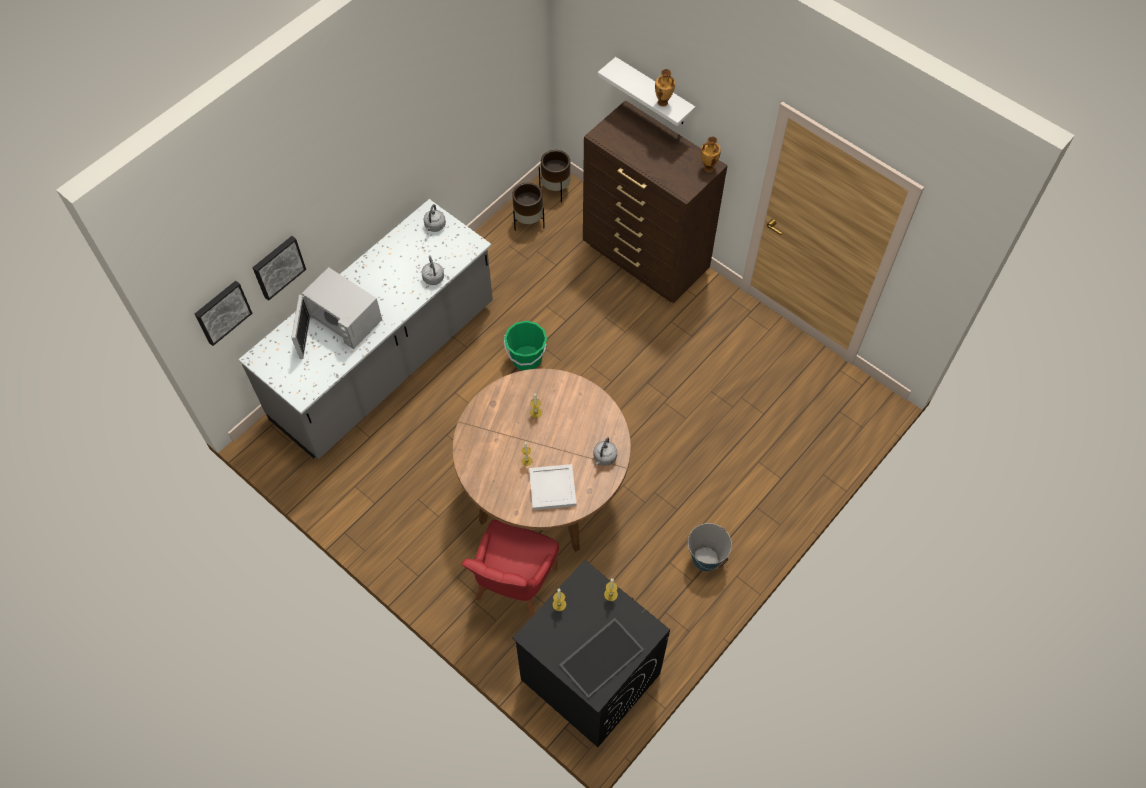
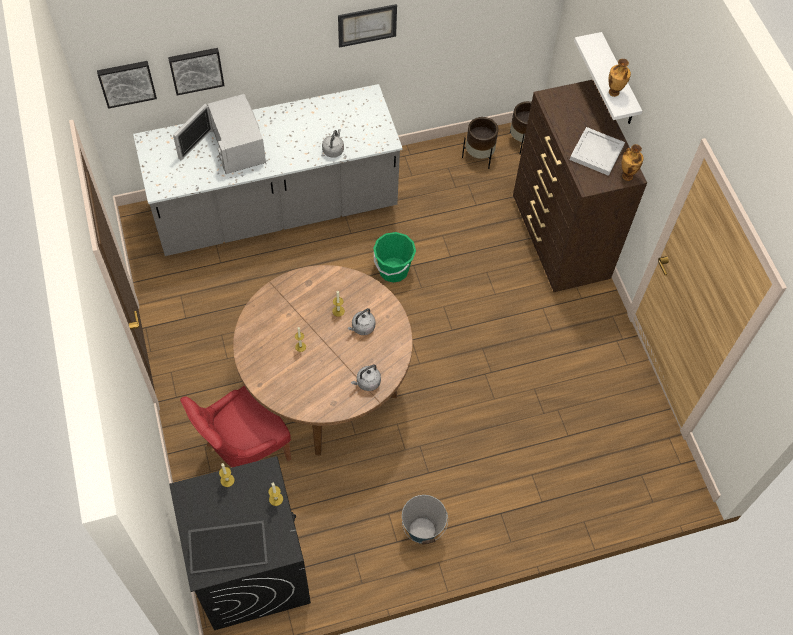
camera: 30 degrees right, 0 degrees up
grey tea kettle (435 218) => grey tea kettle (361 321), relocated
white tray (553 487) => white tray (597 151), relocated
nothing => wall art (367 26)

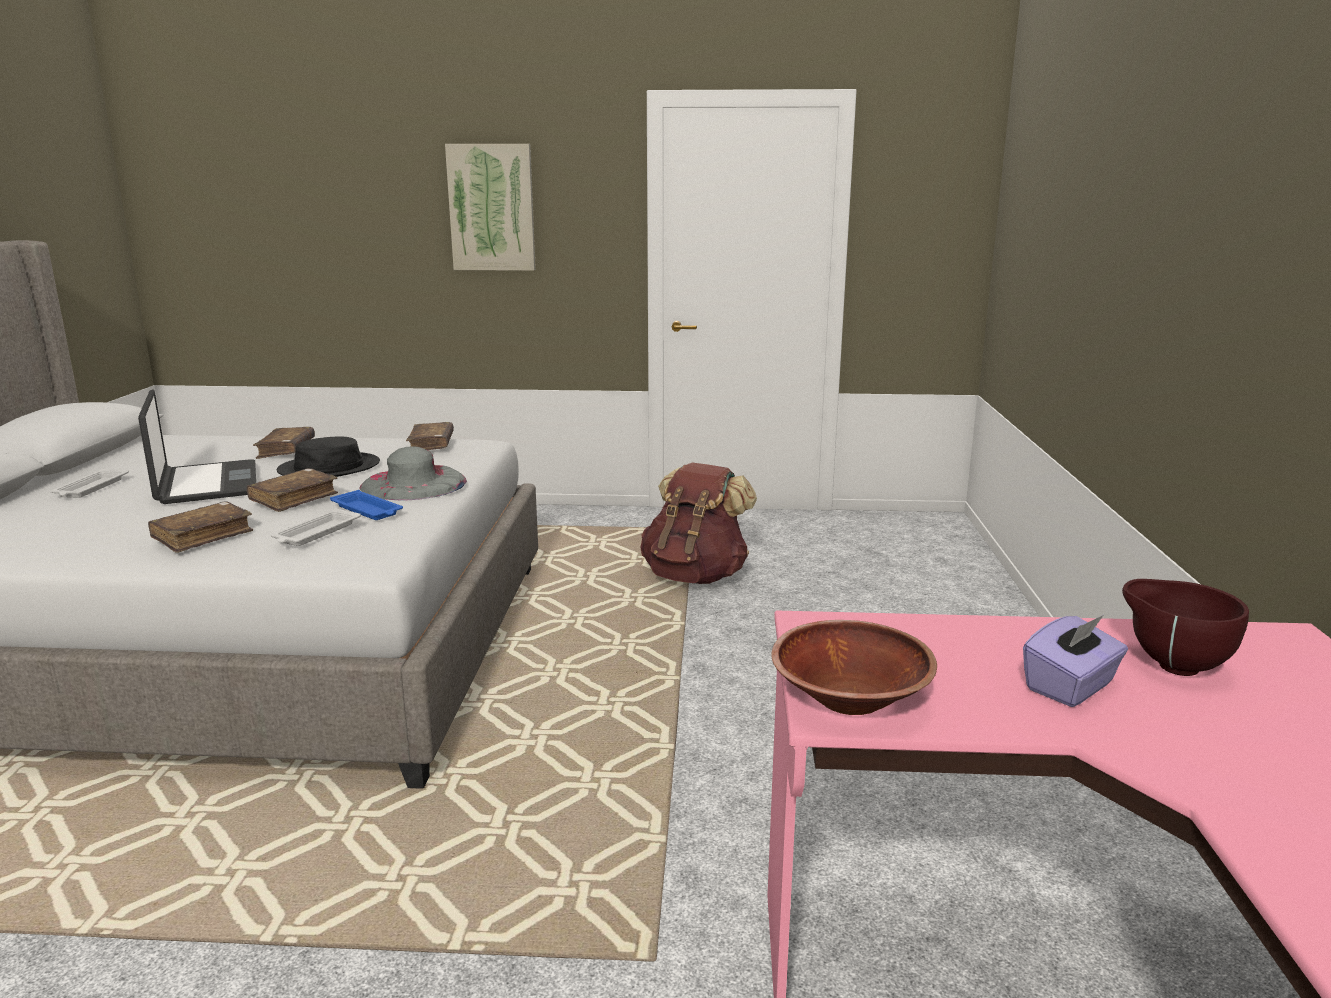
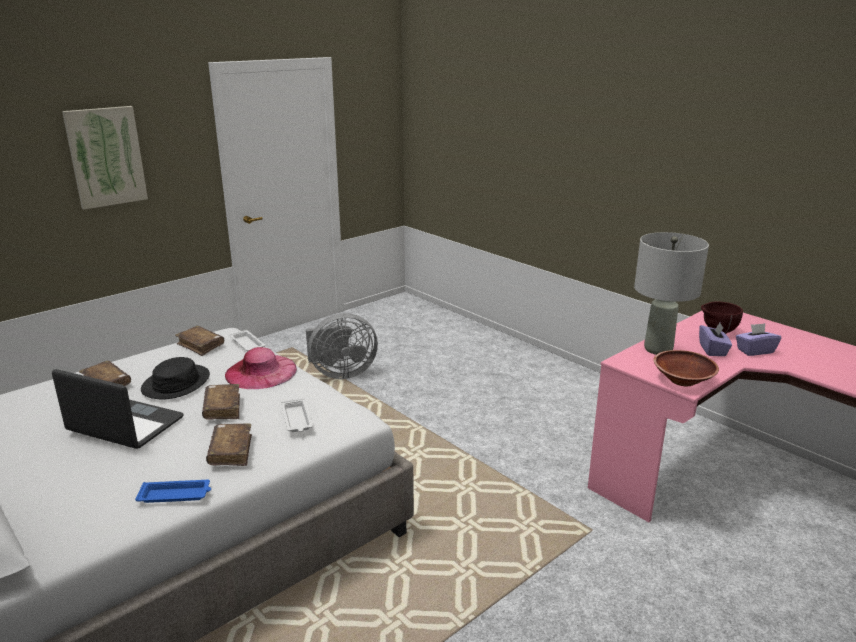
camera: 45 degrees left, 5 degrees up
white tray (89 483) => white tray (247 340), relocated
blue-coloured tray (366 505) => blue-coloured tray (173 491), relocated
grey wearable hat (413 473) => pinkish wearable hat (261 368)
brown-coloured backpack (698 523) => grey electric fan (342 346)
nothing => grey lamp for a table (671 293)
nothing => purple tissue box (758 339)

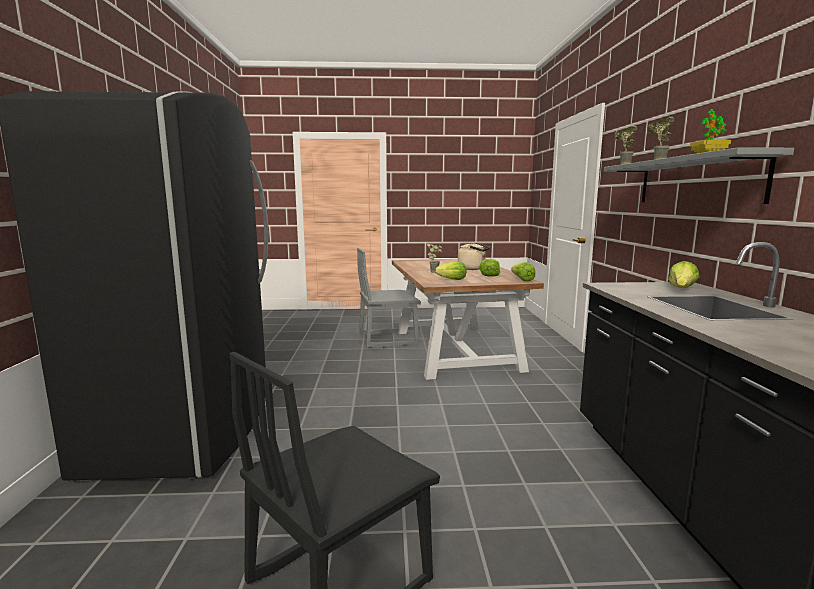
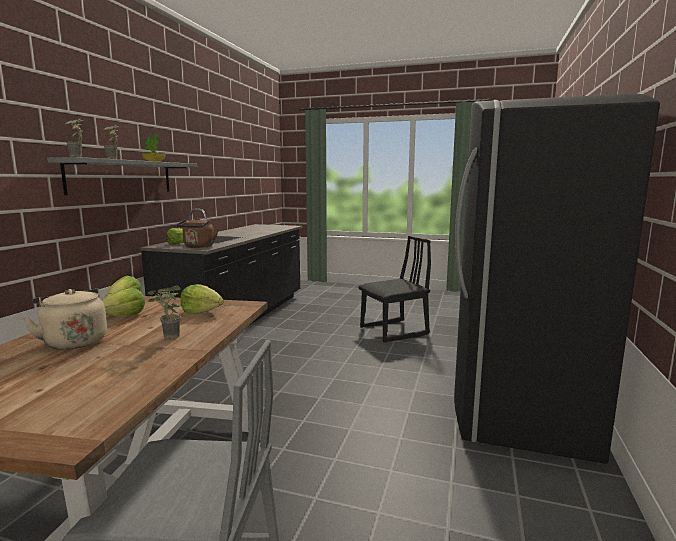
camera: 160 degrees left, 0 degrees up
nothing => brown-coloured tea kettle (197 233)

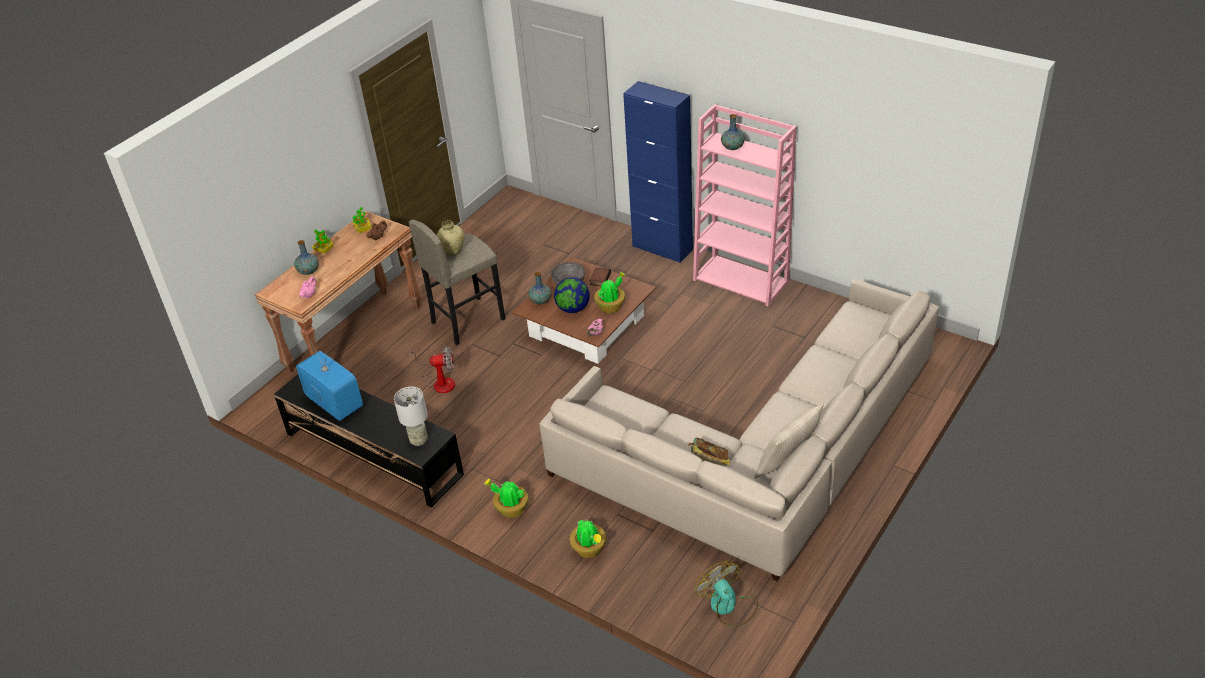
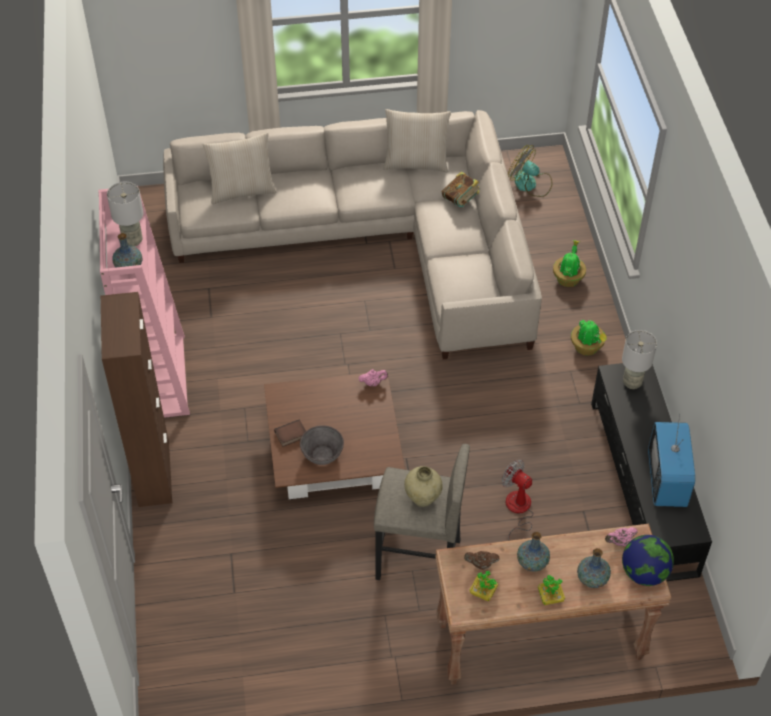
camera: 135 degrees left, 10 degrees up
vase (540 288) => vase (533 552), relocated
world globe (572 295) => world globe (648 560), relocated
houseplant (610 292) => nothing
blue-coloured cupboard (658 172) => brown-coloured cupboard (136 399)
electric fan (726 594) => electric fan (530 171), 105 degrees clockwise
nothing => grey lamp for a table (125 214)
nothing => beige-coloured pillow (239 168)

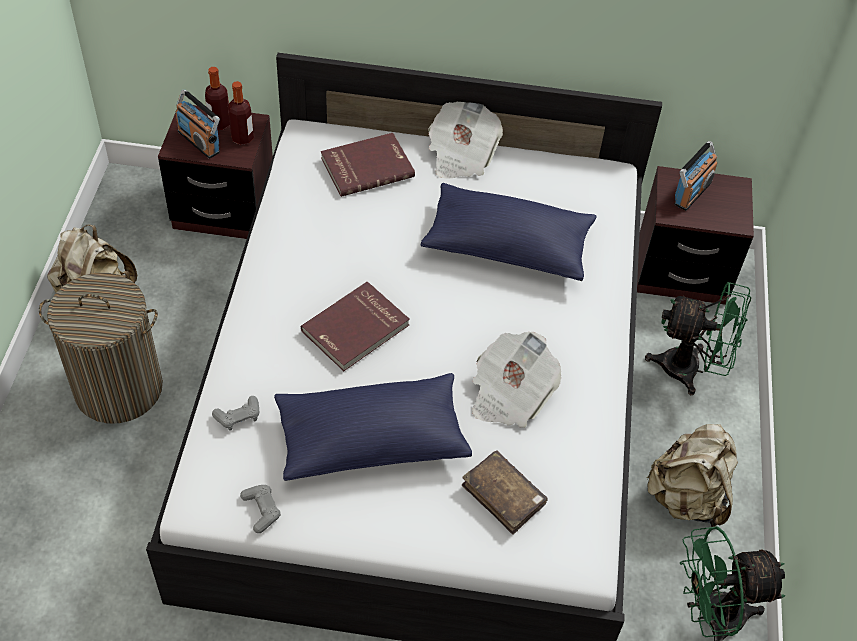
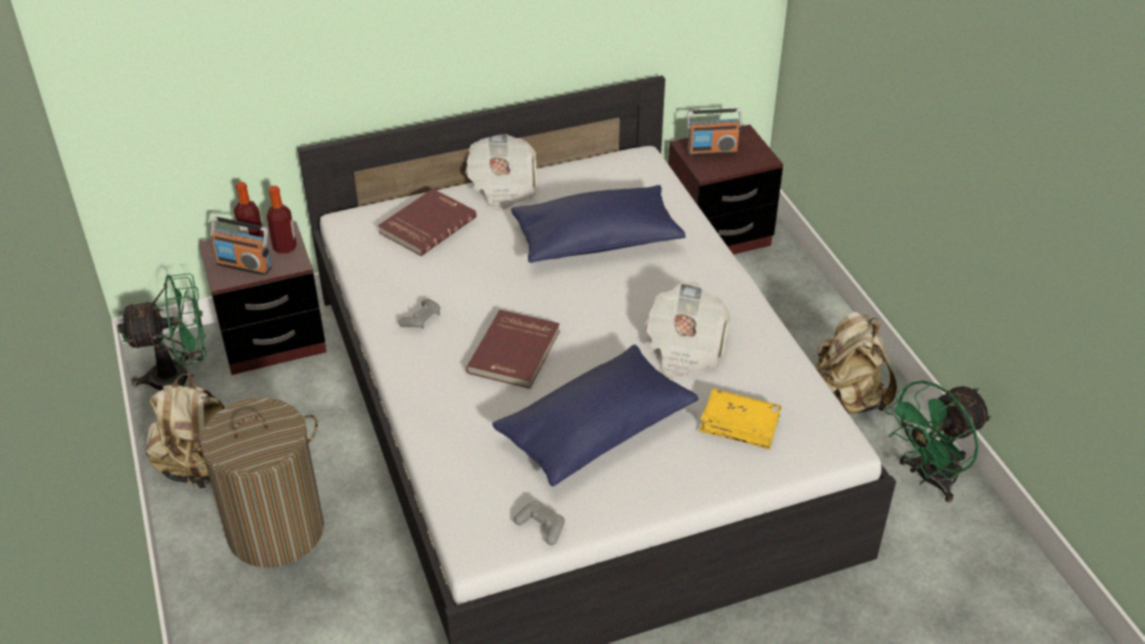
camera: 25 degrees left, 10 degrees down
grey game controller (235 413) => grey game controller (419 314), relocated
brown-coloured bound book (505 492) => yellowish bound book (740 418)
green-coloured electric fan (698 338) => green-coloured electric fan (162 331), relocated
radio set (695 176) => radio set (714 132), 75 degrees clockwise

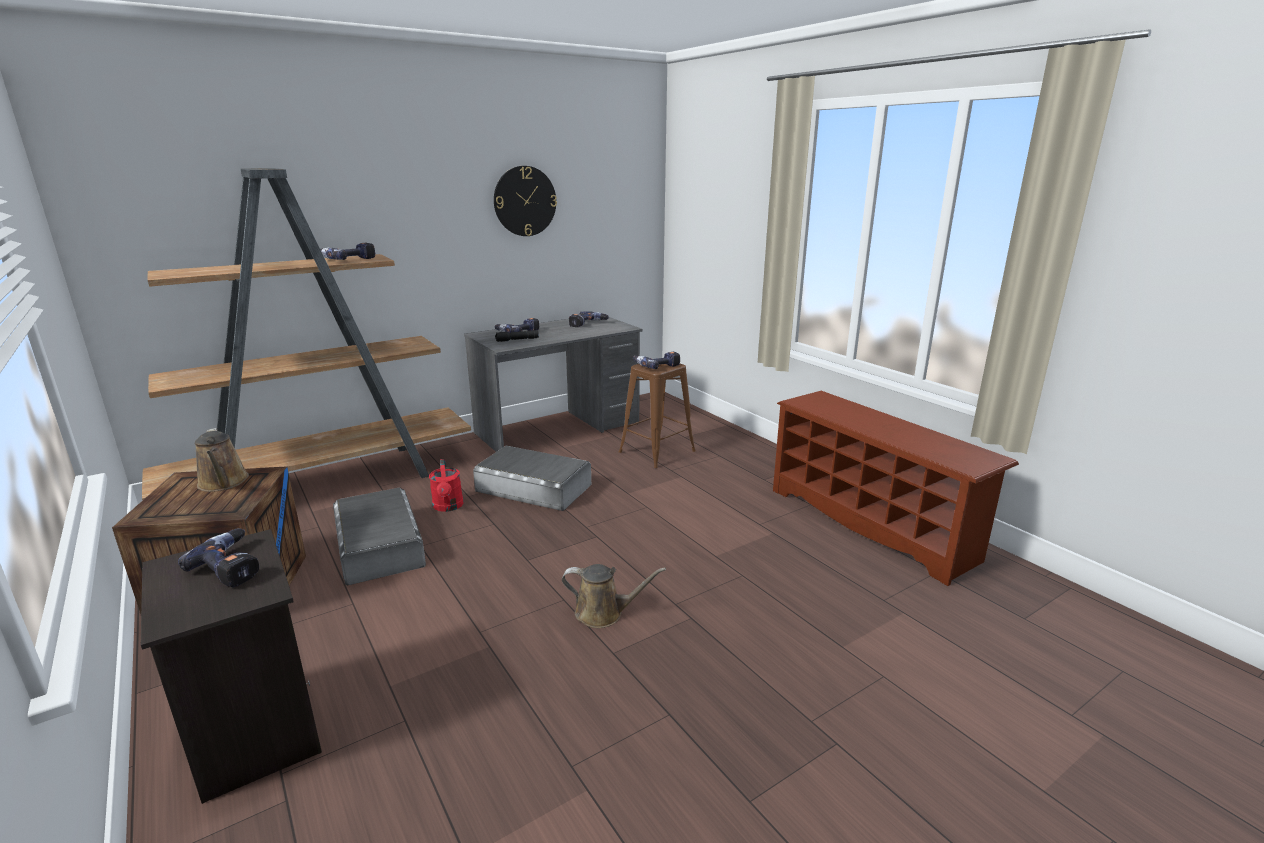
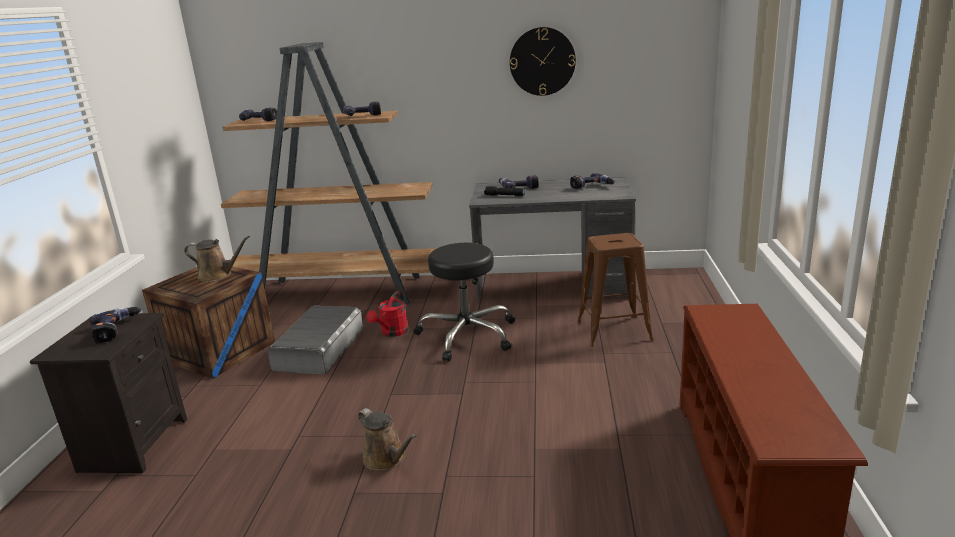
camera: 40 degrees right, 0 degrees up
brown-coloured sprinkling can (222 460) => brown-coloured sprinkling can (217 259), 90 degrees counterclockwise
grey storage bin (532 478) => blackish stool seat (464 302)
drill (656 360) => drill (258 114), relocated

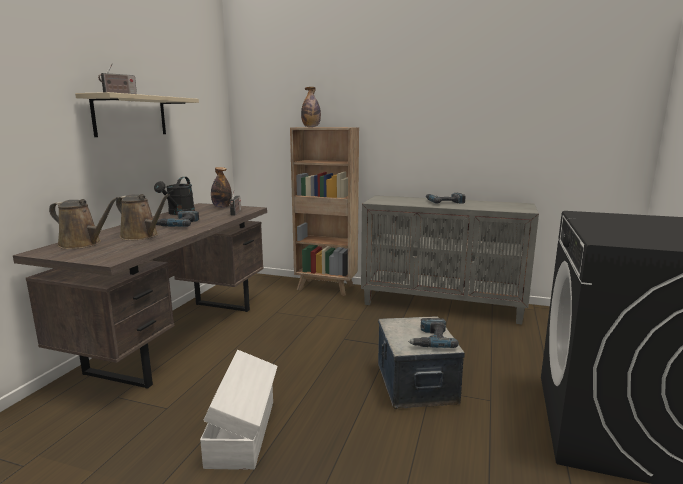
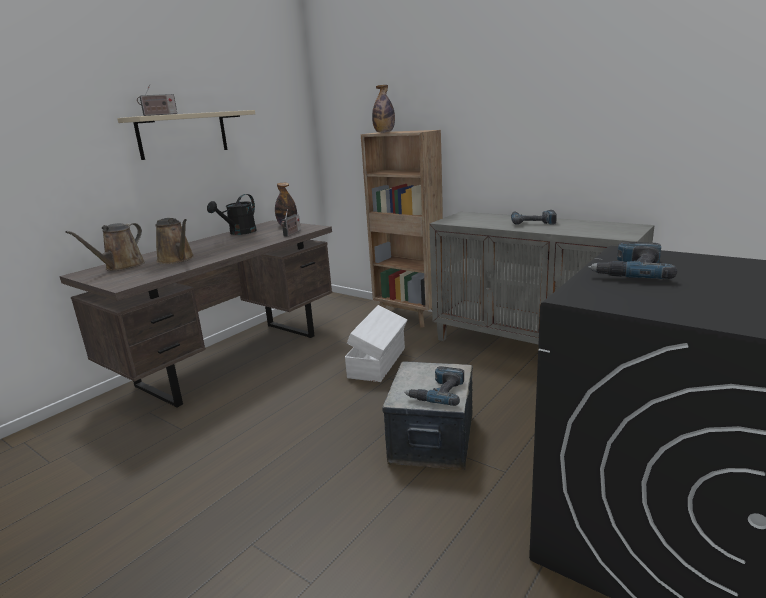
camera: 20 degrees right, 5 degrees up
brown-coloured sprinkling can (83 223) => brown-coloured sprinkling can (105 247), 75 degrees clockwise
drill (177 219) => drill (632 260), relocated
white storage bin (239 410) => white storage bin (376 343), relocated

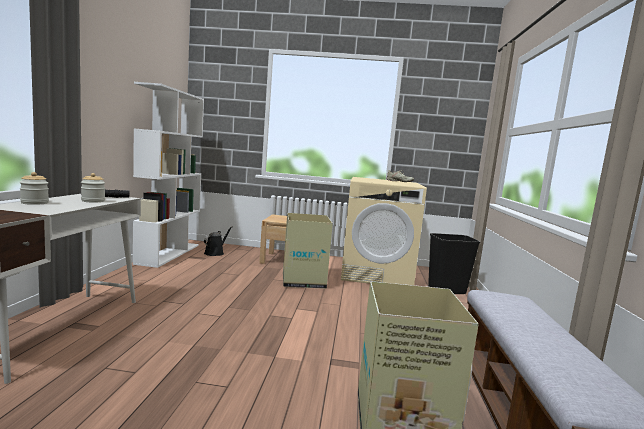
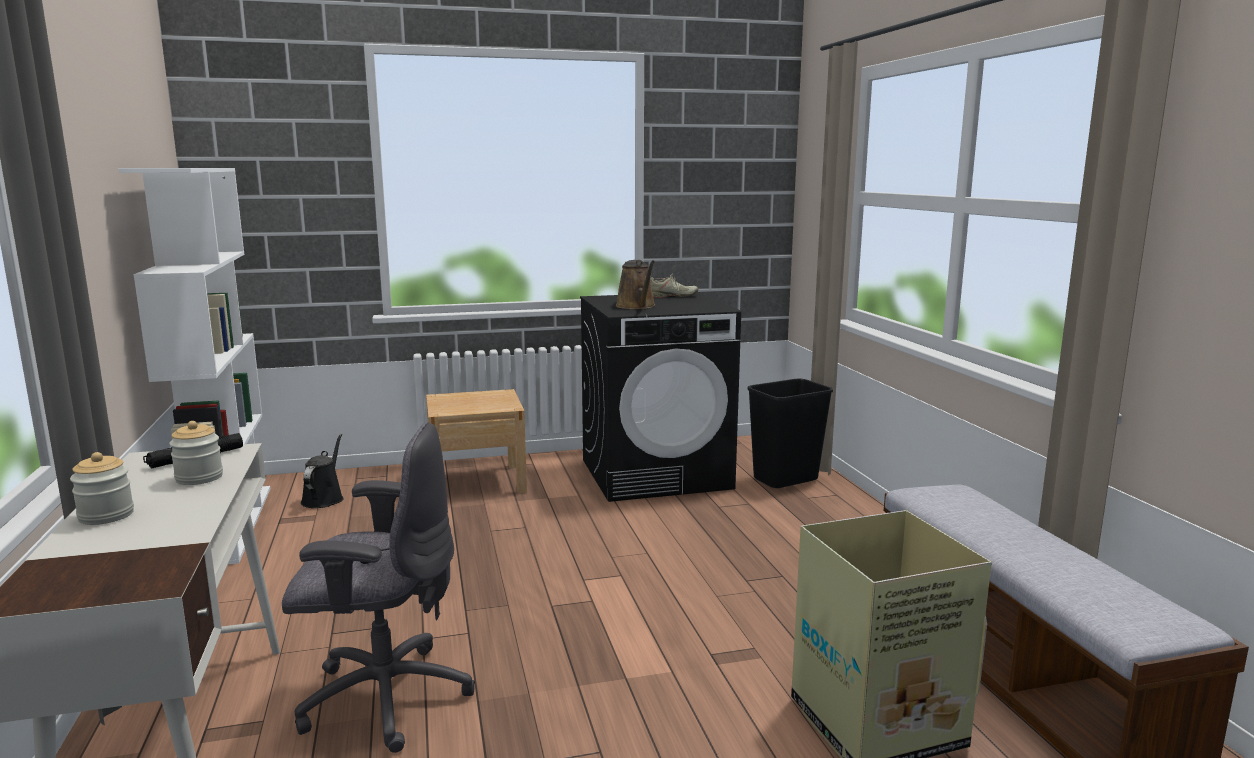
camera: 20 degrees left, 5 degrees up
packing box (308 251) => nothing
beige-coloured laundry machine (384 231) => blackish laundry machine (660 397)
nothing => grey computer chair (378 587)
nothing => brown-coloured sprinkling can (635 284)

